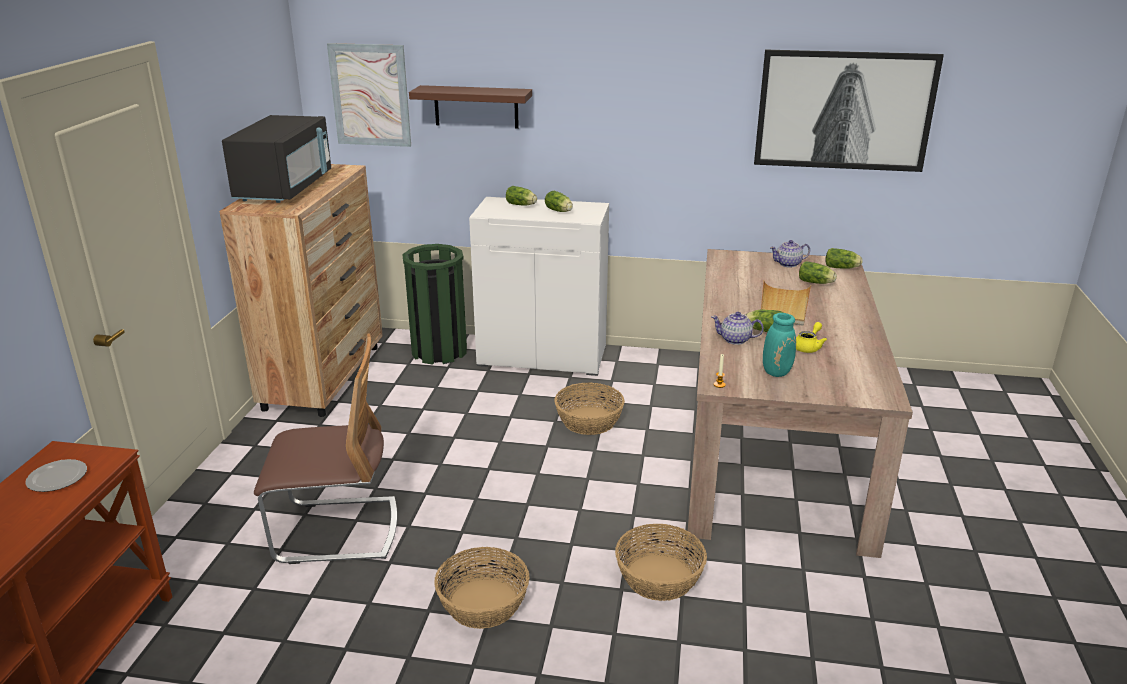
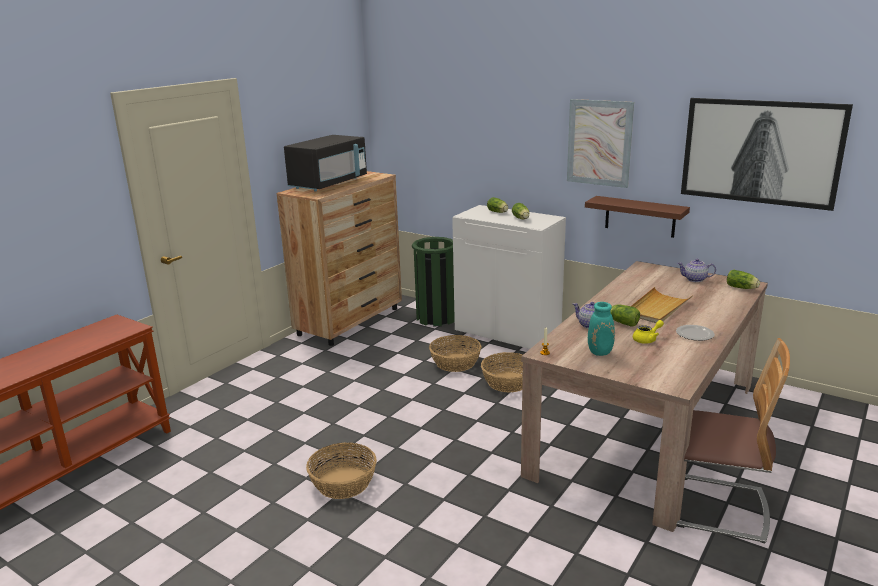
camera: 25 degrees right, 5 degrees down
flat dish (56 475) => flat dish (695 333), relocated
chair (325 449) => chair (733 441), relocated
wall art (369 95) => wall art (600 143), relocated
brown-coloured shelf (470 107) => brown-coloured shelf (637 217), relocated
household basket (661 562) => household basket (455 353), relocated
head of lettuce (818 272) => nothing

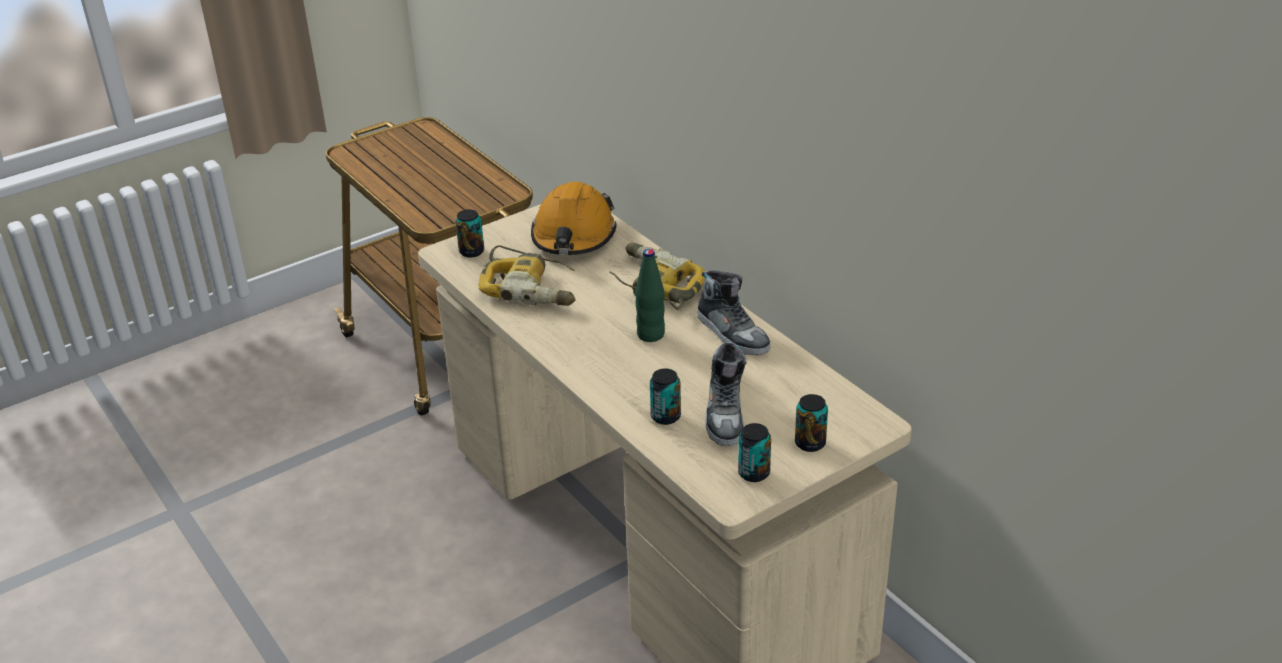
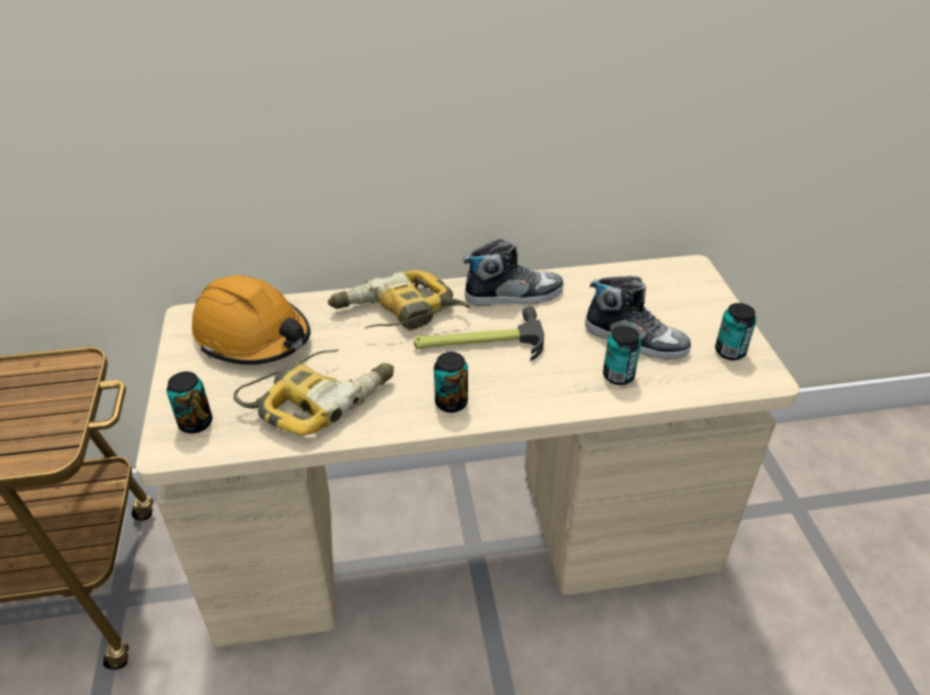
camera: 65 degrees left, 5 degrees up
green-coloured beverage bottle (650 295) => hammer (479 334)
metal can (811 423) => metal can (451 382), relocated

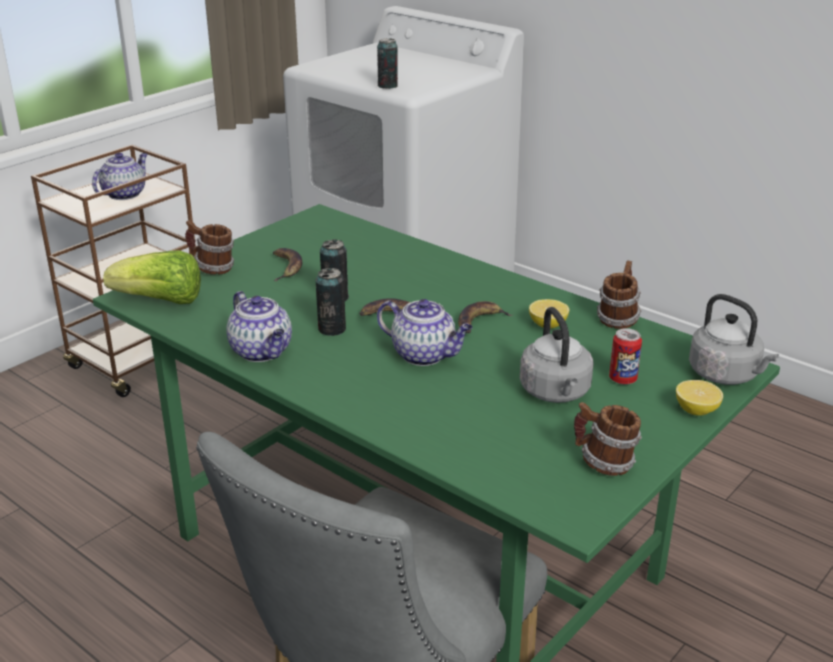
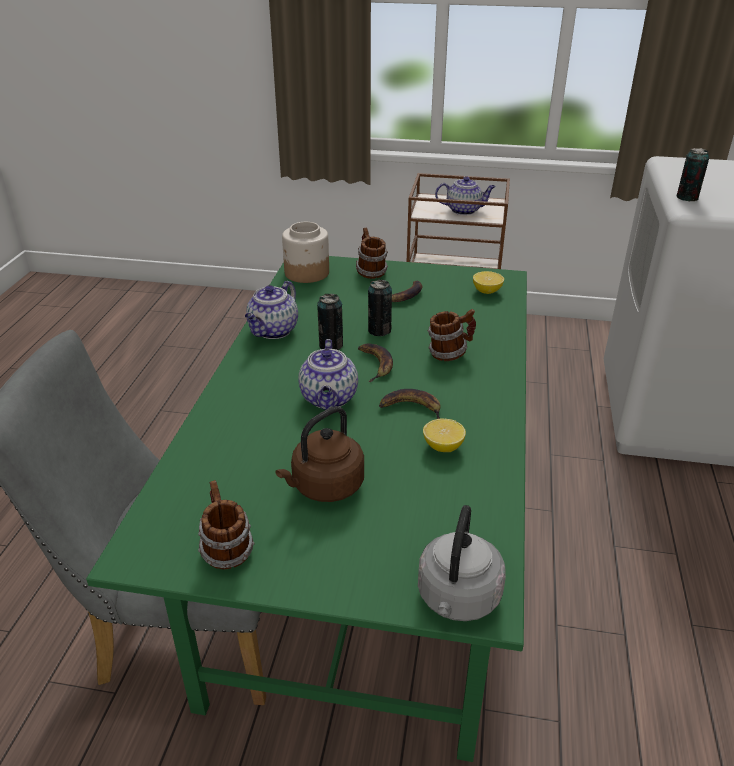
camera: 60 degrees right, 5 degrees up
head of lettuce (152 277) => preserve jar (305 252)
grey tea kettle (557 355) => brown-coloured tea kettle (319 454)
coffee mug (619 295) => coffee mug (452 335), relocated
metal can (625 356) => nothing
citrus fruit (699 398) => citrus fruit (488 282), relocated

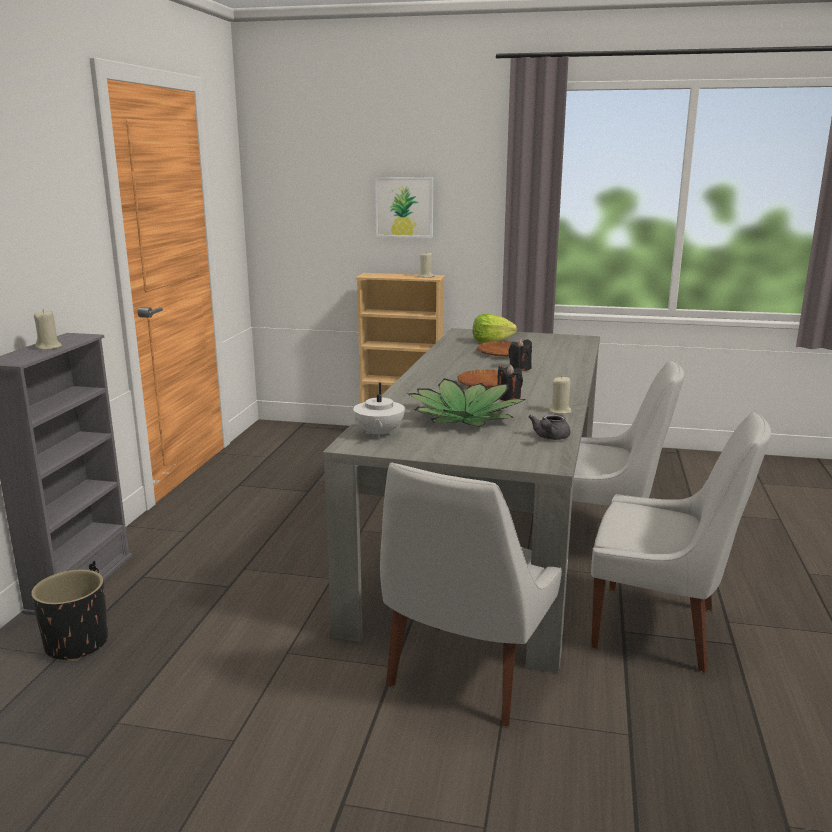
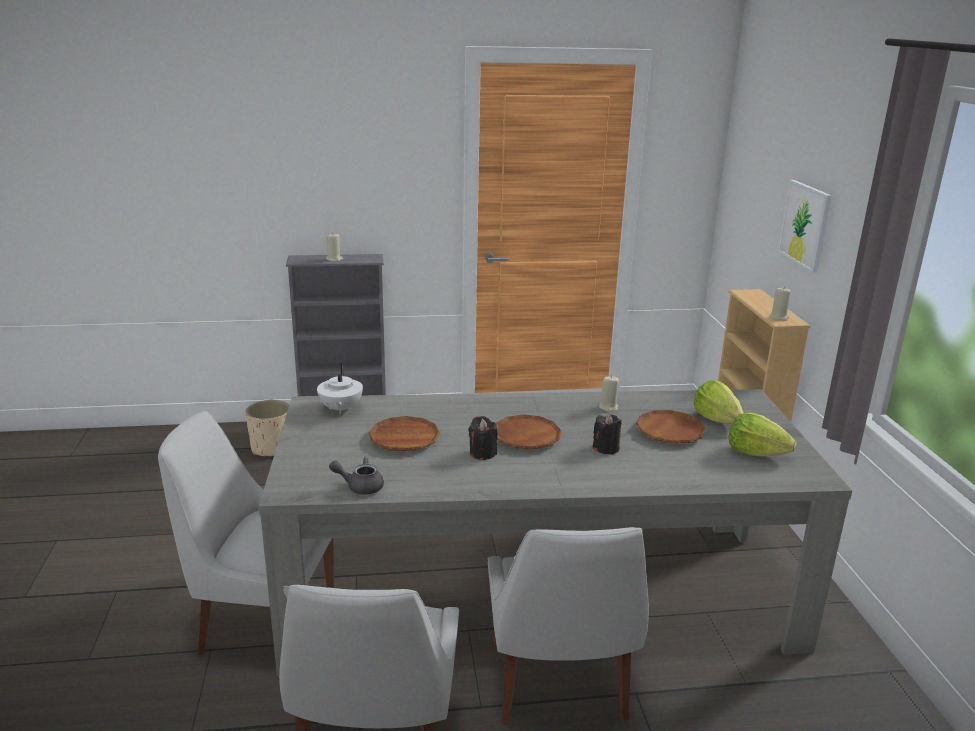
camera: 70 degrees right, 5 degrees up
blackish planter (69 615) => beige-coloured planter (267 428)
white teapot (379 410) => white teapot (340 388), 75 degrees counterclockwise
houseplant (467 402) => brown-coloured flat dish (404 434)
beige-coloured candle (560 395) => beige-coloured candle (609 393), relocated
nothing => head of lettuce (763 434)

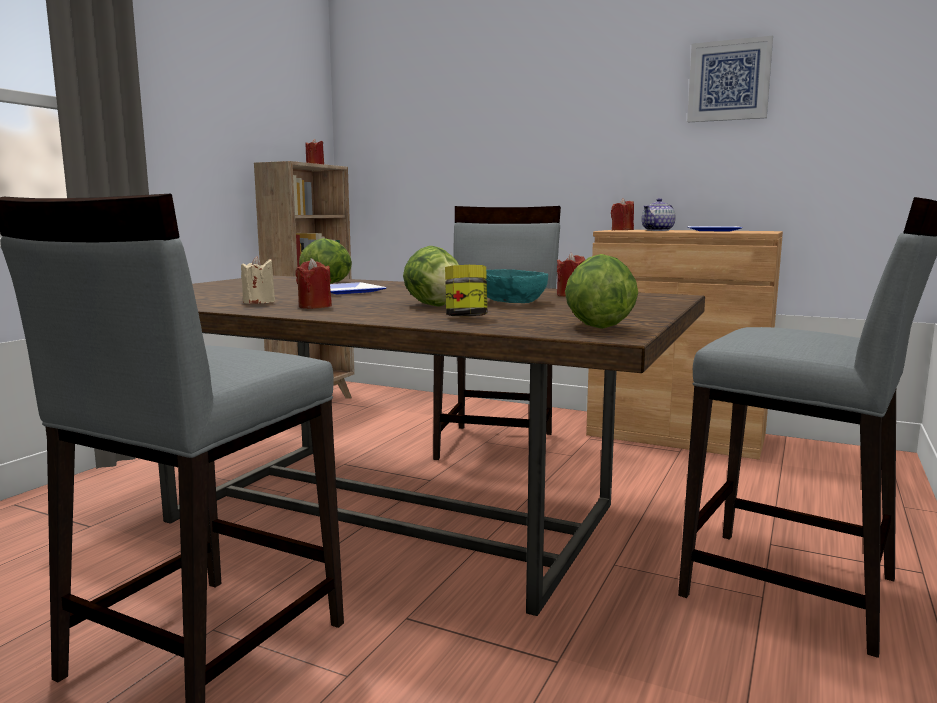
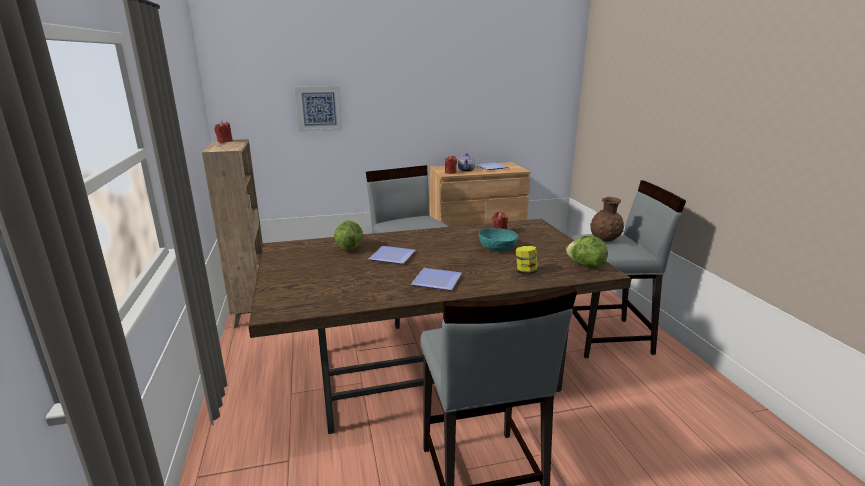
camera: 40 degrees left, 10 degrees up
beige-coloured candle (258 280) => nothing
reddish candle (314 283) => flat dish (436 279)
head of lettuce (431 276) => nothing
wall art (730 79) => wall art (319 109), relocated
nothing => brown-coloured vase (607 219)

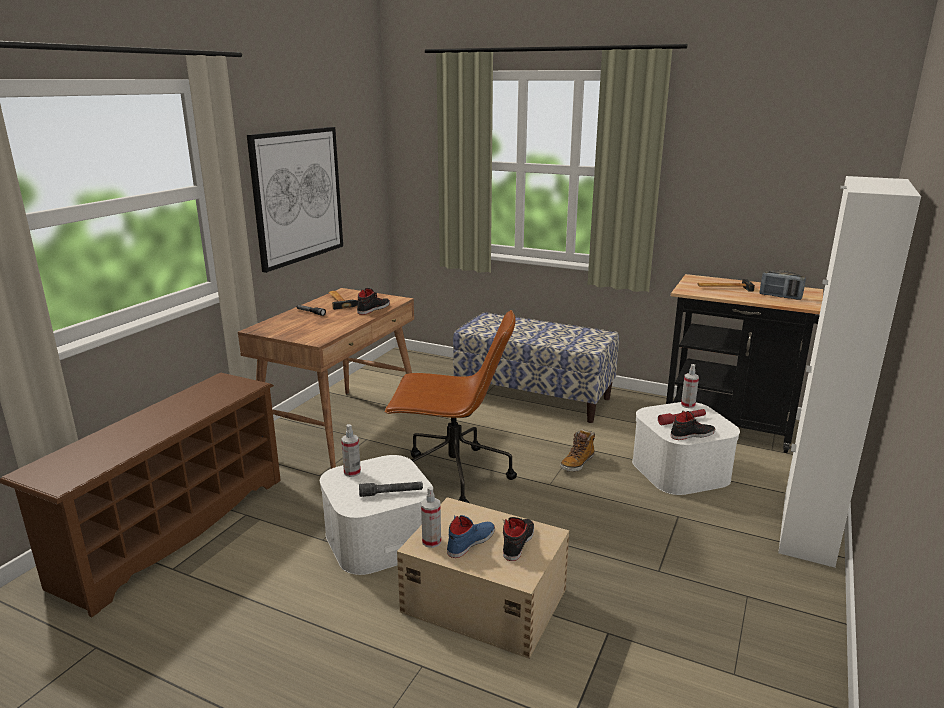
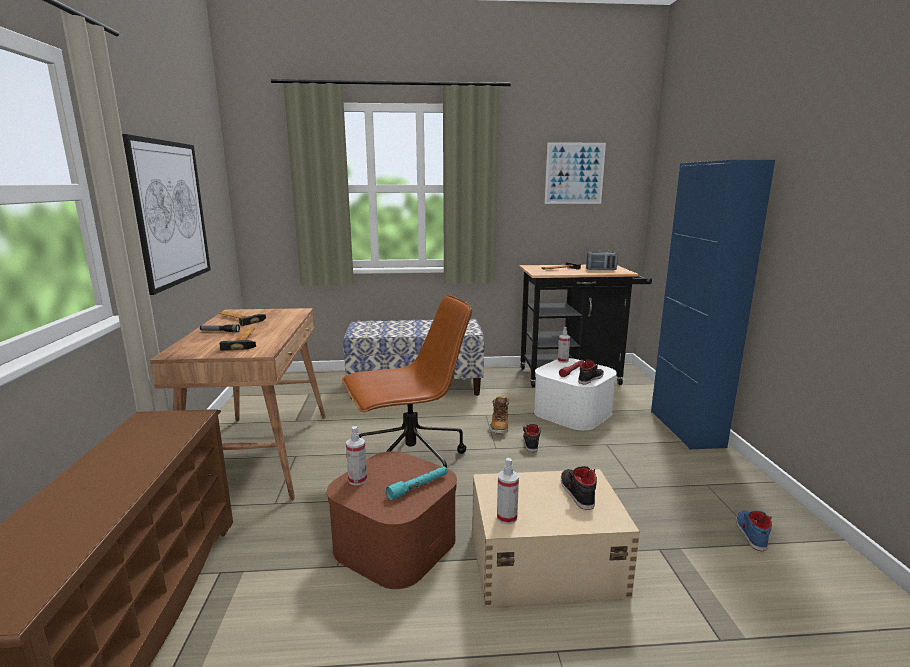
camera: 30 degrees left, 5 degrees down
white storage bin (376 515) => brown-coloured storage bin (392 520)
blackish item of footwear (373 301) => blackish item of footwear (532 438), relocated
grey hand torch (391 489) => turquoise-coloured hand torch (416 483)
blue-coloured item of footwear (471 536) => blue-coloured item of footwear (754 531), relocated
white cupboard (849 372) => blue-coloured cupboard (713 304)
nothing => hammer (237 339)
nothing => wall art (575 173)

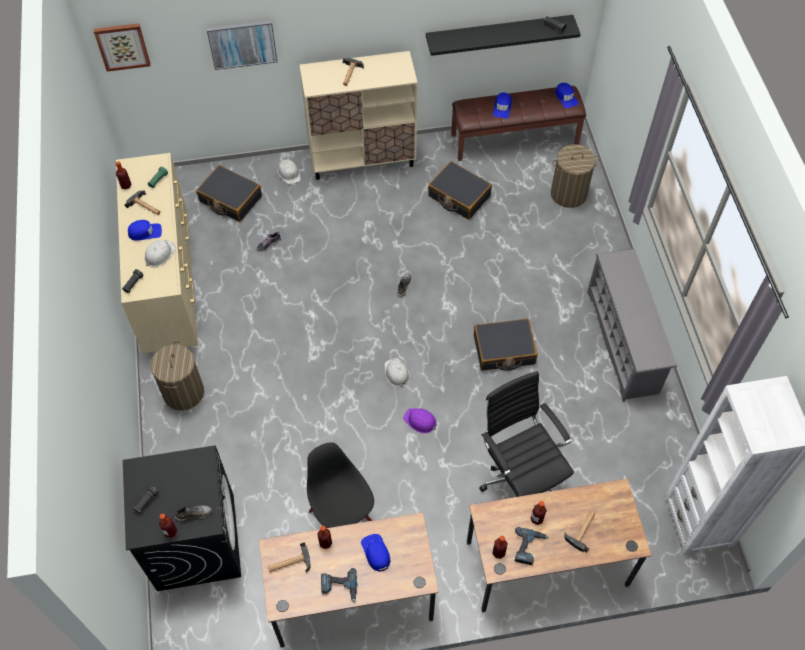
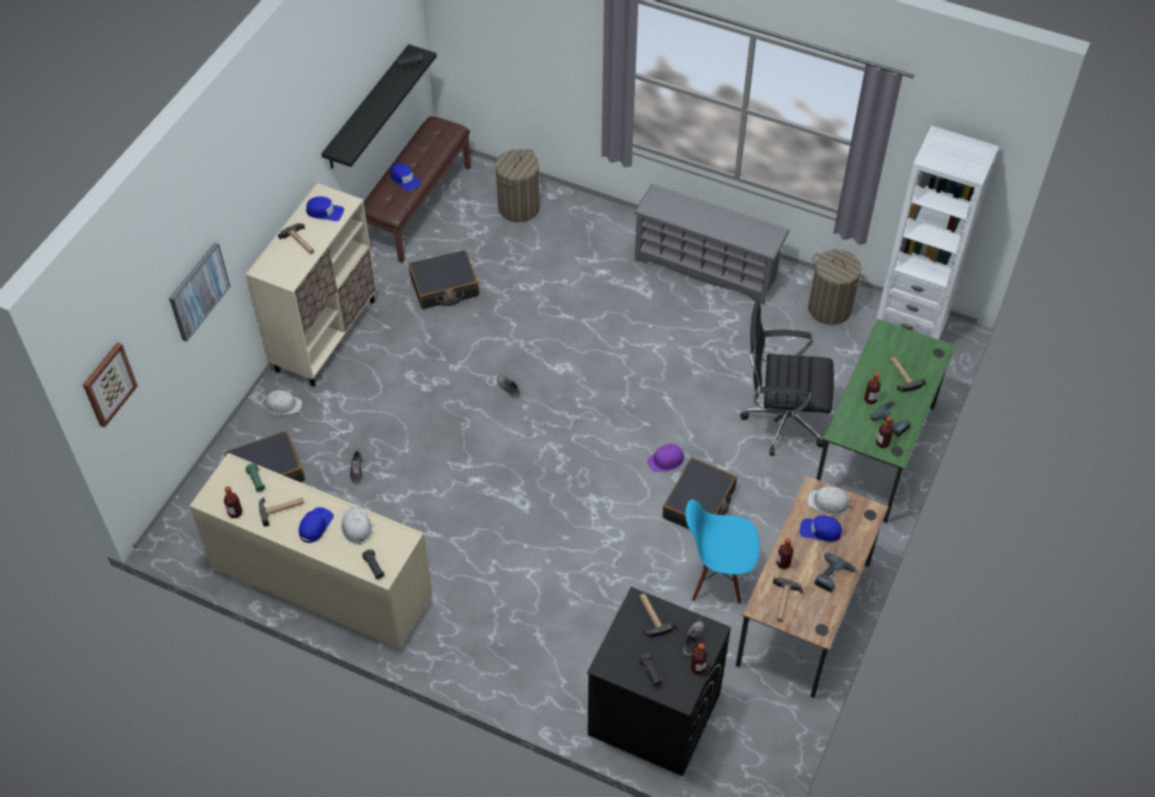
camera: 55 degrees left, 5 degrees down
washing basket (177 376) => washing basket (836 287), relocated
blackish chair (340 485) => blue-coloured chair (722 551)
white work helmet (397 372) => white work helmet (830 501), relocated
brown-coloured desk (559 545) => green-coloured desk (885 421)
blackish piece of luggage (506 345) => blackish piece of luggage (699 493), relocated
blue-coloured peaked cap (566 95) => blue-coloured peaked cap (325 208), relocated
nothing => hammer (658 616)

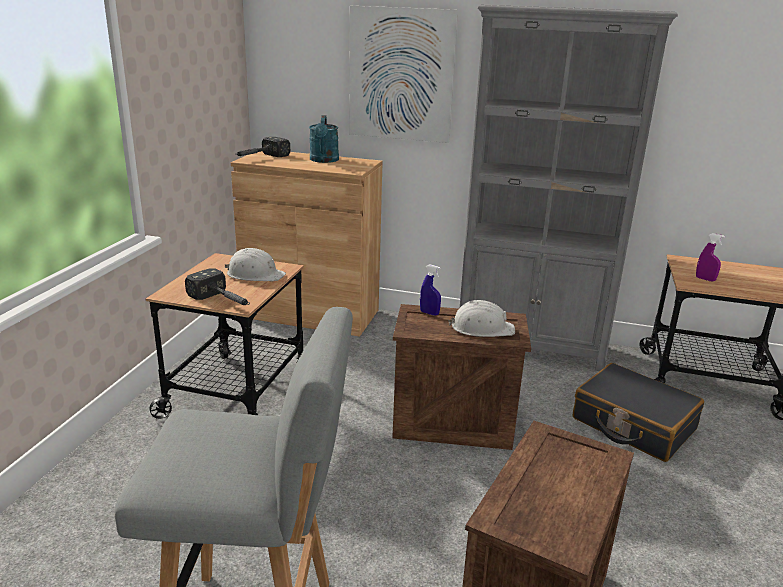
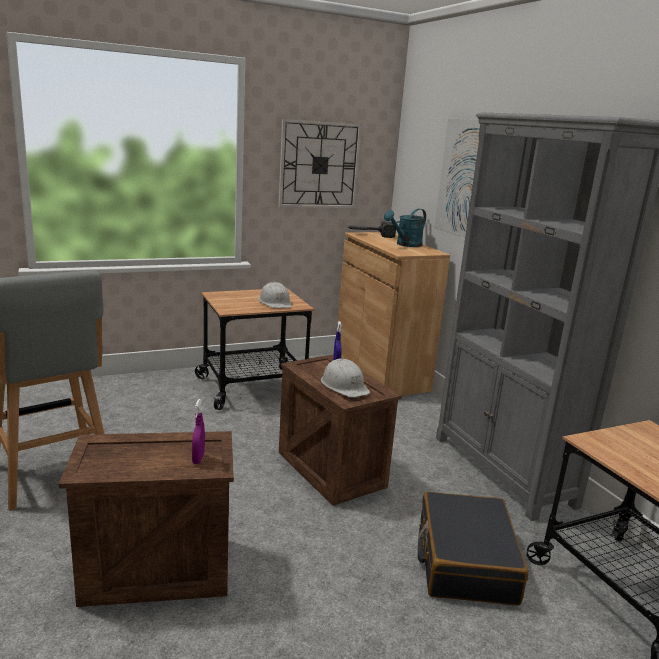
camera: 50 degrees right, 5 degrees down
hammer (217 286) => nothing
purple spray bottle (710 257) => purple spray bottle (198 431), relocated
nothing => clock on the wall (320 163)

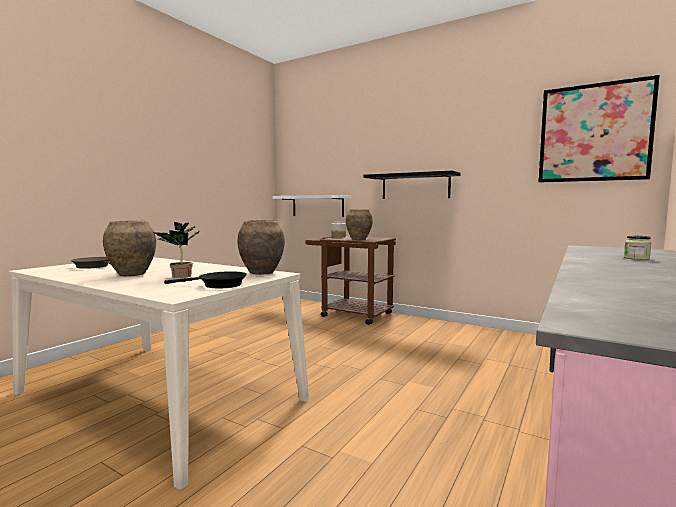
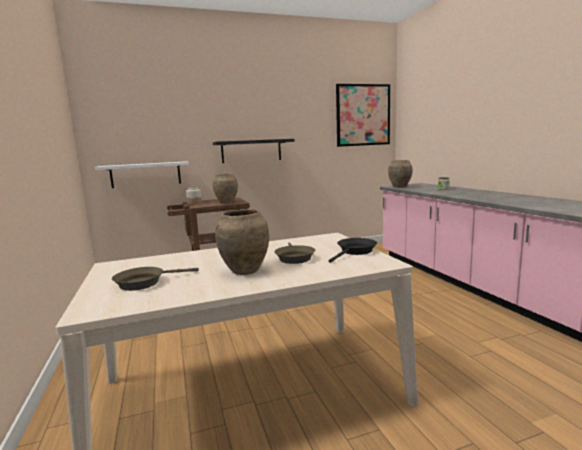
camera: 50 degrees left, 5 degrees up
houseplant (176 250) => brown-coloured skillet (294 253)
brown-coloured vase (261 247) => brown-coloured vase (400 174), relocated

